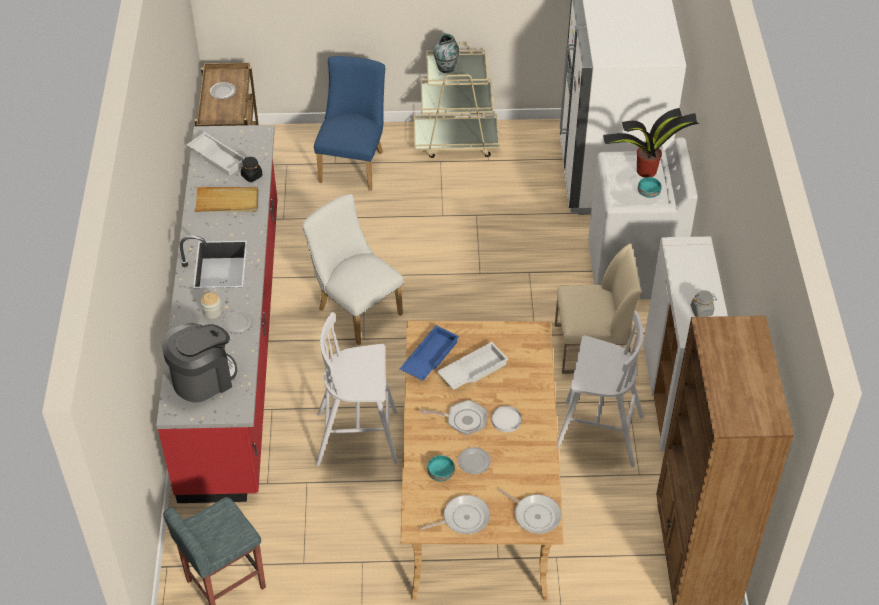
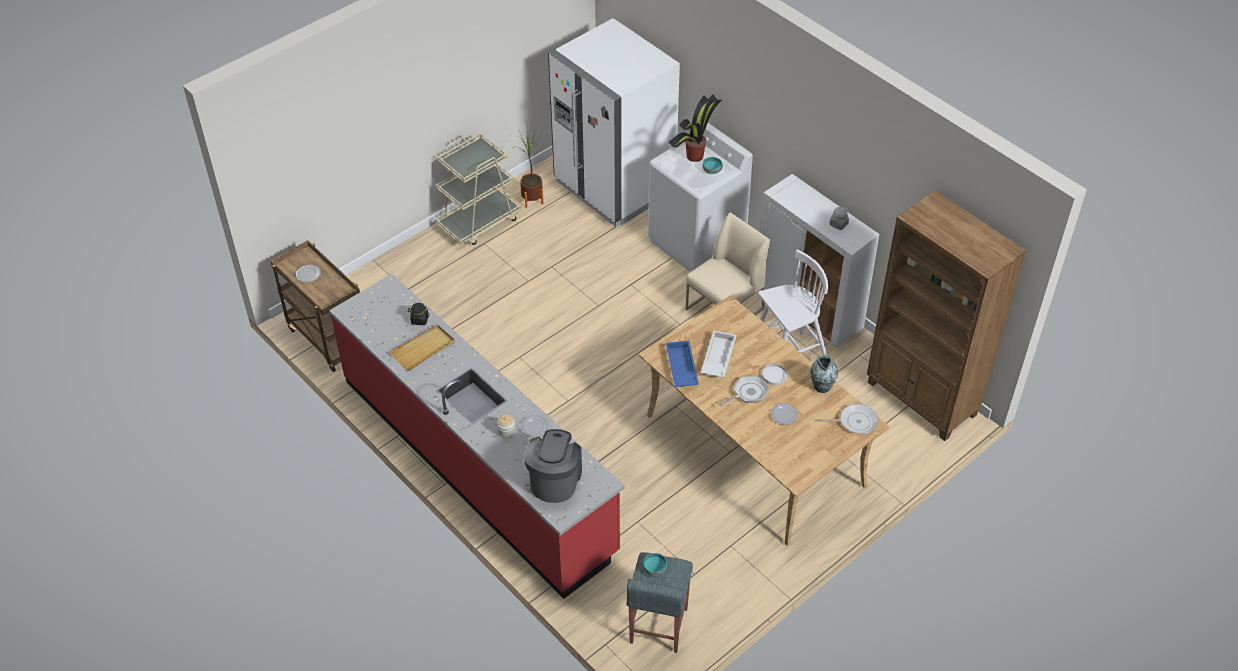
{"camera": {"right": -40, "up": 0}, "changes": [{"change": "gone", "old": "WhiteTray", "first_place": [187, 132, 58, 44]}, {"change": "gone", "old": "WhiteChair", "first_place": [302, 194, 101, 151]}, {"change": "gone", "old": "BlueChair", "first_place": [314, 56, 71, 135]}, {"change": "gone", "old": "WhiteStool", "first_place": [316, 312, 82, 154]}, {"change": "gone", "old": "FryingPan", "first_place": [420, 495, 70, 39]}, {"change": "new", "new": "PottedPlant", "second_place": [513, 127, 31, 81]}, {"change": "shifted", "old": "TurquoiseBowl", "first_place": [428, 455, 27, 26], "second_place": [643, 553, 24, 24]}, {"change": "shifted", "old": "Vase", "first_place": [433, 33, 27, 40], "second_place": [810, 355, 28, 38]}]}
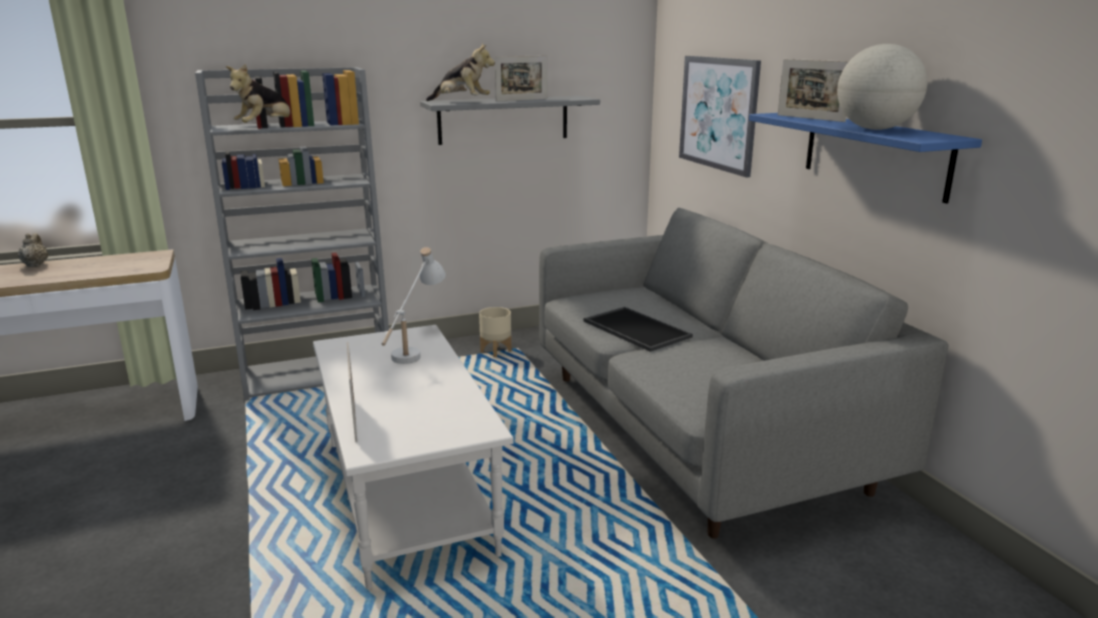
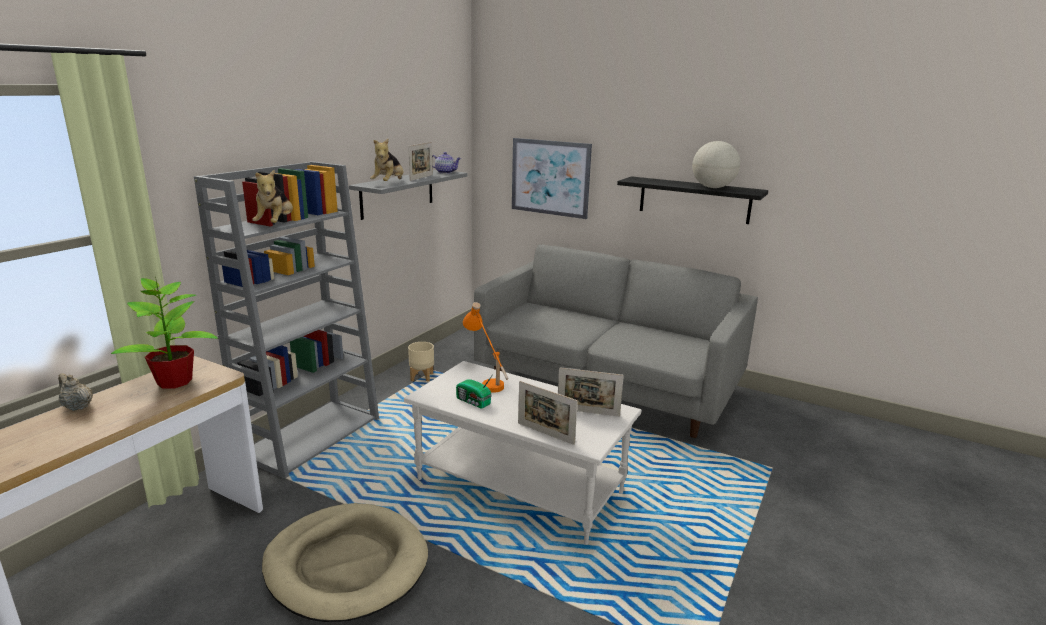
{"camera": {"right": -40, "up": 0}, "changes": [{"change": "gone", "old": "Tray", "first_place": [584, 307, 109, 45]}, {"change": "new", "new": "PottedPlant", "second_place": [111, 276, 107, 113]}, {"change": "new", "new": "BeigeDogBed", "second_place": [262, 503, 166, 119]}, {"change": "new", "new": "Teapot", "second_place": [432, 152, 29, 22]}, {"change": "new", "new": "Radio", "second_place": [456, 373, 38, 36]}, {"change": "shifted", "old": "PictureFrame", "first_place": [778, 59, 71, 63], "second_place": [558, 367, 66, 50]}, {"change": "repainted", "old": "WhiteTableLamp", "new": "OrangeTableLamp", "first_place": [382, 247, 64, 117], "second_place": [463, 302, 46, 91]}, {"change": "repainted", "old": "BlueShelf", "new": "BlackShelf", "first_place": [749, 113, 233, 91], "second_place": [617, 176, 151, 48]}, {"change": "rotated", "old": "PlushToy", "first_place": [426, 43, 69, 58], "second_place": [370, 138, 34, 43], "degrees": 120}]}
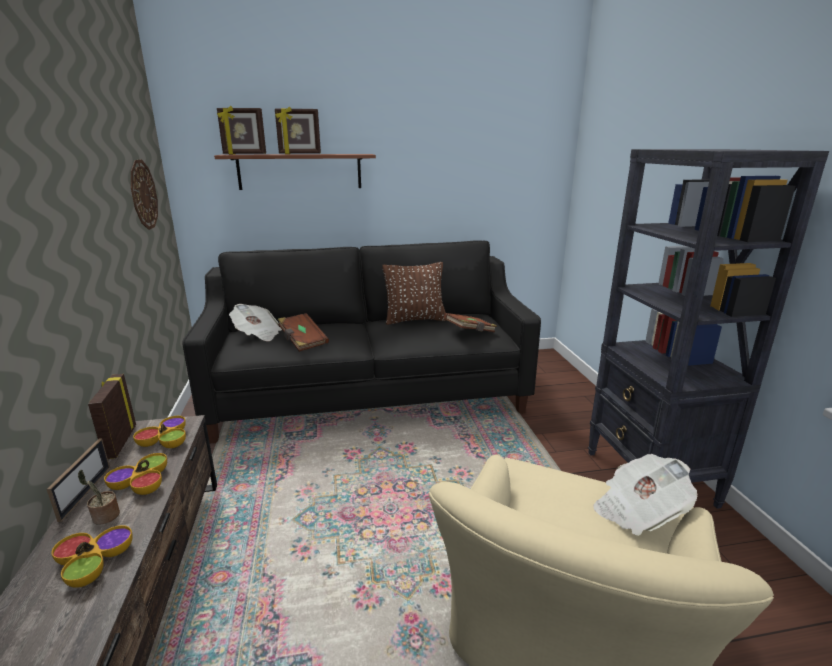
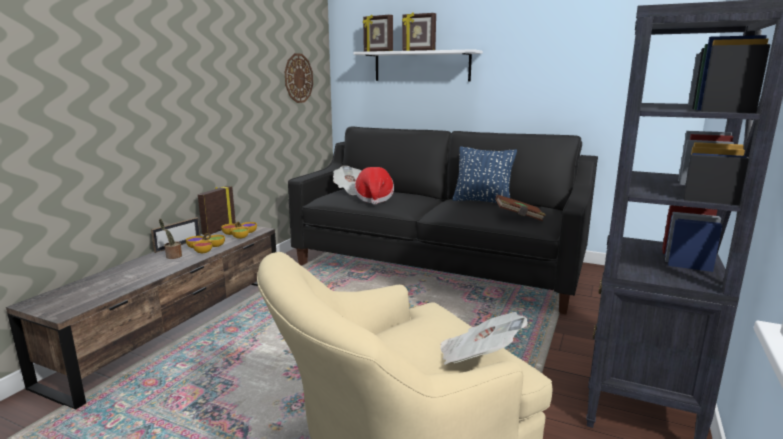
{"camera": {"right": 35, "up": -5}, "changes": [{"change": "gone", "old": "Bowl", "first_place": [51, 525, 82, 62]}, {"change": "swapped", "old": "BrownBook", "new": "Hat", "first_place": [278, 313, 51, 39], "second_place": [354, 167, 40, 38]}, {"change": "repainted", "old": "BrownShelf", "new": "WhiteShelf", "first_place": [214, 154, 162, 36], "second_place": [353, 49, 130, 32]}, {"change": "repainted", "old": "BrownPillow", "new": "BluePillow", "first_place": [382, 262, 64, 63], "second_place": [453, 146, 64, 58]}]}
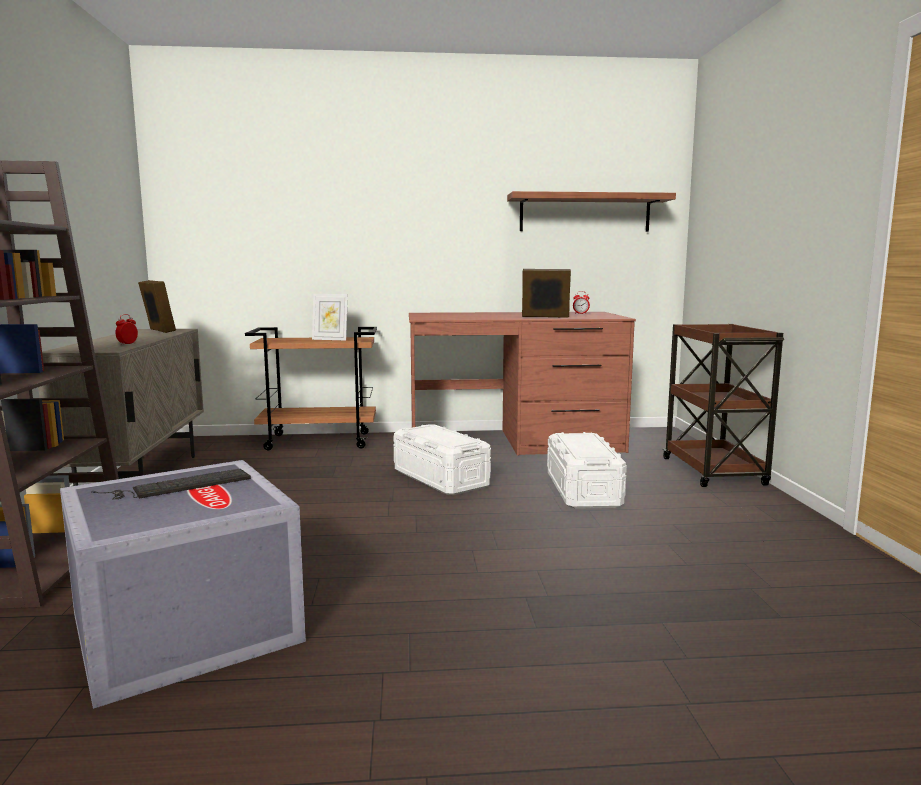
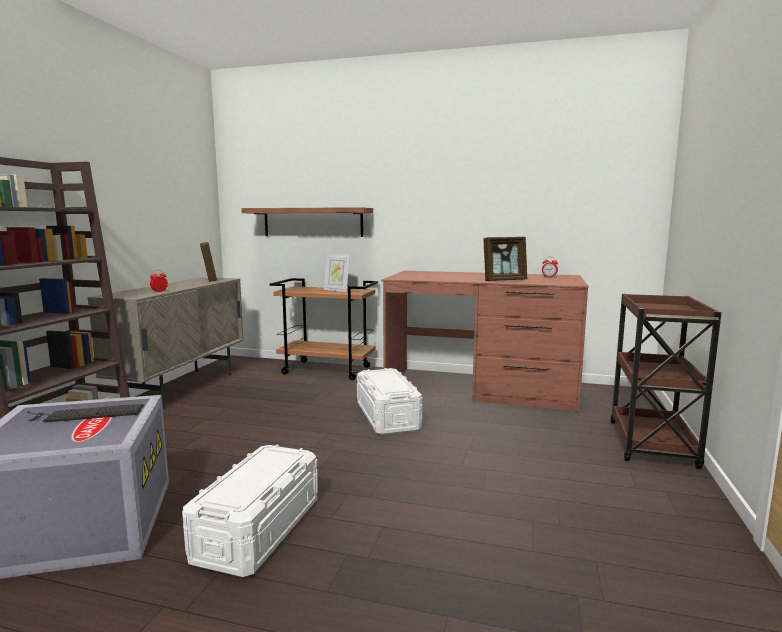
{"camera": {"right": 20, "up": 0}, "changes": [{"change": "shifted", "old": "Shelf", "first_place": [507, 191, 169, 41], "second_place": [241, 207, 132, 30]}, {"change": "shifted", "old": "WhiteStorageBox", "first_place": [547, 432, 80, 77], "second_place": [182, 445, 136, 132]}, {"change": "rotated", "old": "PictureFrame", "first_place": [522, 269, 49, 49], "second_place": [483, 237, 44, 44], "degrees": 135}]}
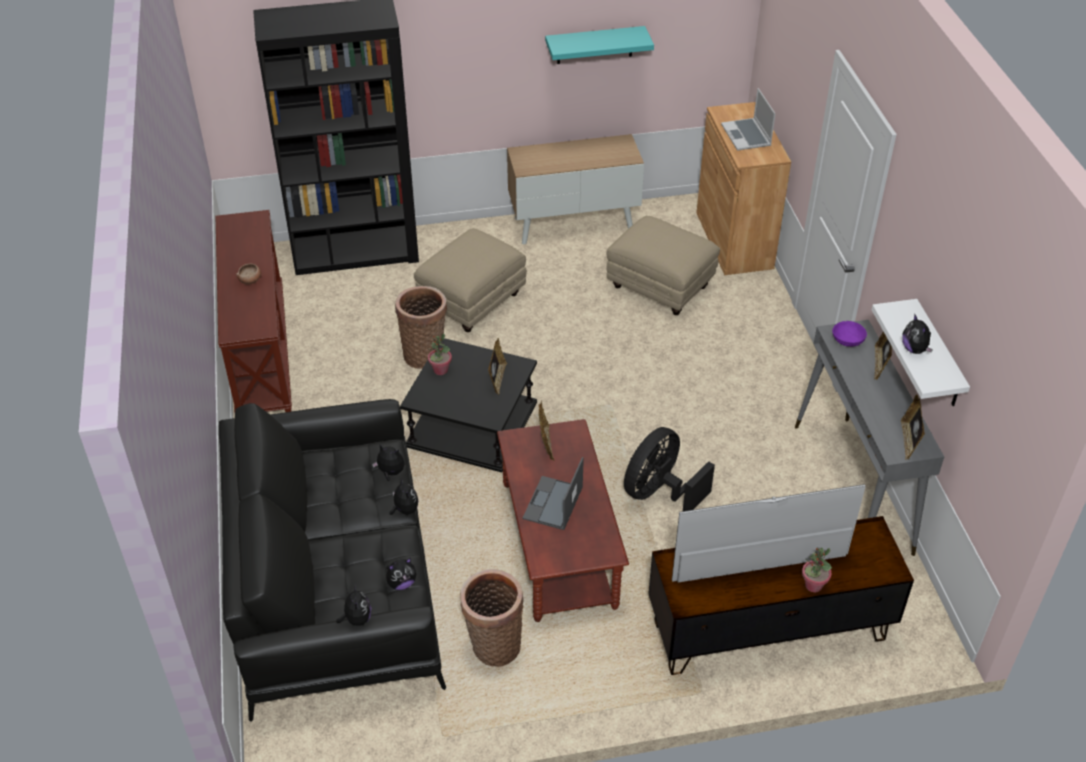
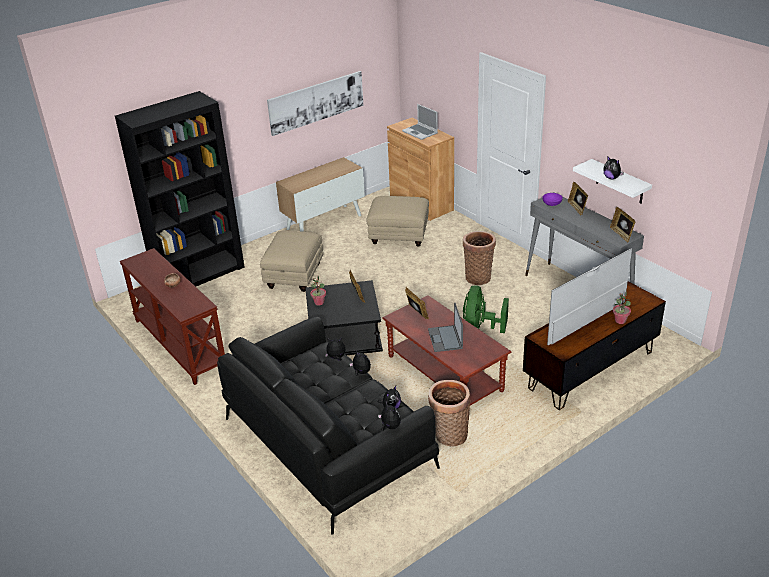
{"camera": {"right": -25, "up": -10}, "changes": [{"change": "shifted", "old": "Basket", "first_place": [395, 286, 52, 83], "second_place": [463, 231, 33, 54]}, {"change": "swapped", "old": "TurquoiseShelf", "new": "Picture", "first_place": [545, 26, 109, 38], "second_place": [267, 71, 96, 65]}, {"change": "repainted", "old": "BlackFan", "new": "GreenFan", "first_place": [624, 427, 91, 84], "second_place": [463, 286, 46, 47]}]}
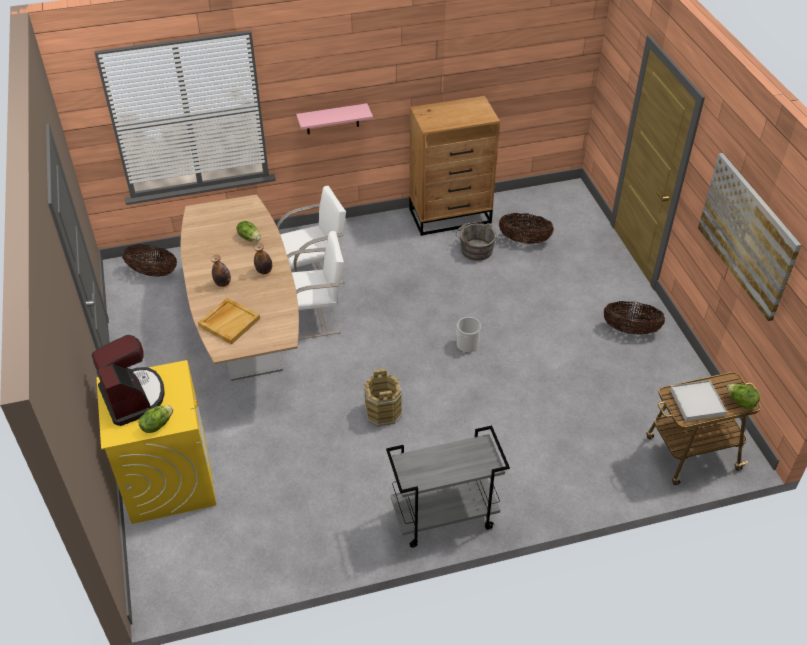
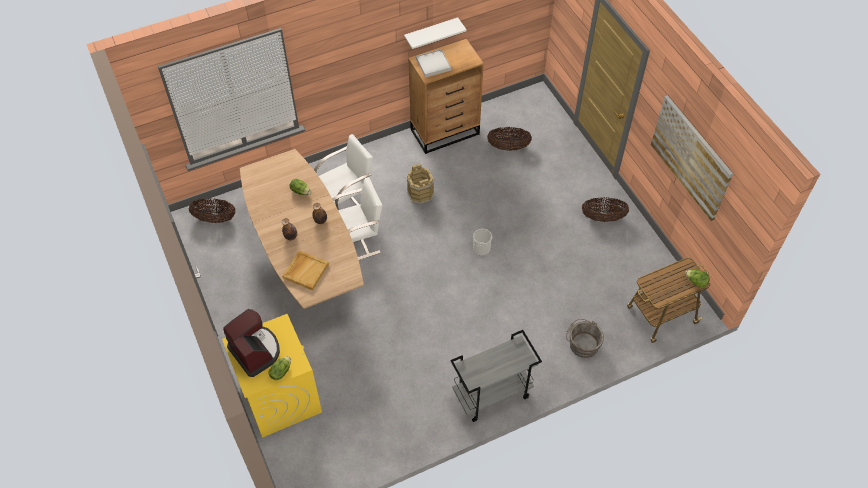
{"camera": {"right": -10, "up": 10}, "changes": [{"change": "gone", "old": "PinkShelf", "first_place": [296, 103, 77, 31]}, {"change": "new", "new": "WhiteShelf", "second_place": [404, 17, 63, 32]}, {"change": "shifted", "old": "BrownBucket", "first_place": [364, 368, 39, 59], "second_place": [406, 164, 28, 41]}, {"change": "shifted", "old": "GreyBucket", "first_place": [456, 221, 40, 40], "second_place": [566, 319, 38, 39]}, {"change": "shifted", "old": "WhiteTray", "first_place": [670, 380, 57, 41], "second_place": [416, 49, 35, 28]}]}
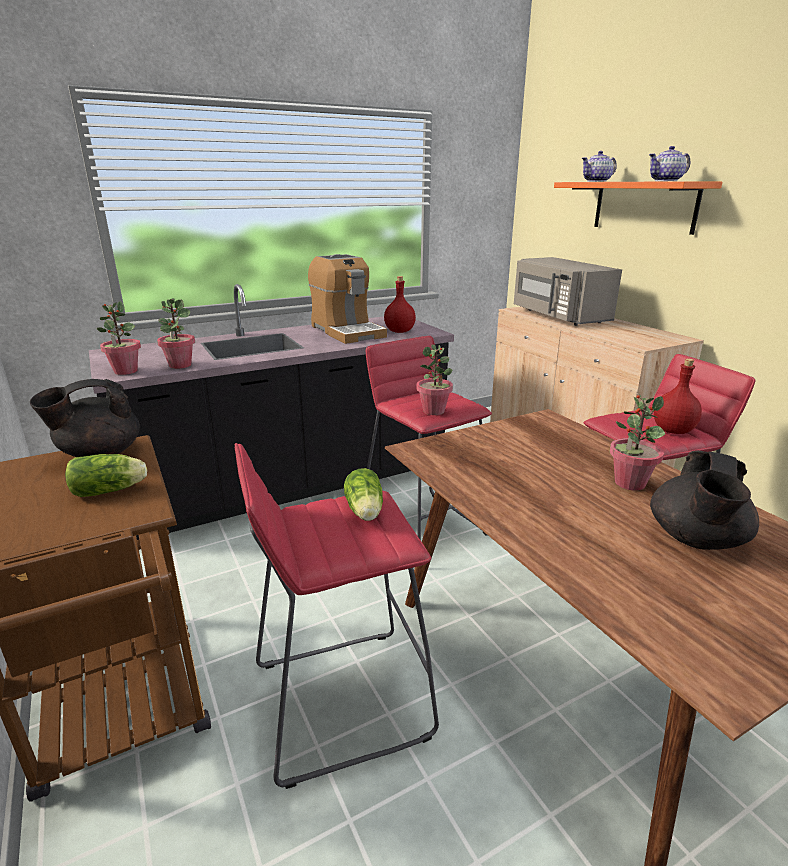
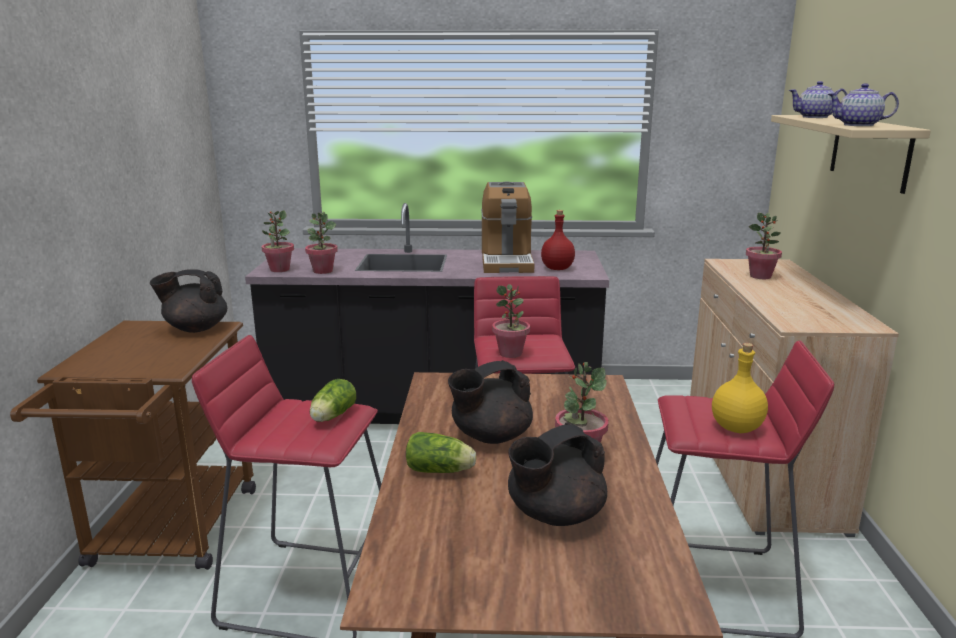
{"camera": {"right": 30, "up": -5}, "changes": [{"change": "new", "new": "BlackTeapot", "second_place": [448, 360, 85, 84]}, {"change": "shifted", "old": "Lettuce", "first_place": [65, 454, 82, 43], "second_place": [406, 432, 70, 41]}, {"change": "swapped", "old": "GreyMicrowave", "new": "PottedPlant", "first_place": [514, 257, 108, 69], "second_place": [746, 213, 36, 66]}, {"change": "repainted", "old": "OrangeShelf", "new": "BeigeShelf", "first_place": [554, 181, 168, 54], "second_place": [771, 115, 160, 79]}, {"change": "repainted", "old": "RedBottle", "new": "YellowBottle", "first_place": [654, 359, 48, 75], "second_place": [712, 343, 56, 90]}]}
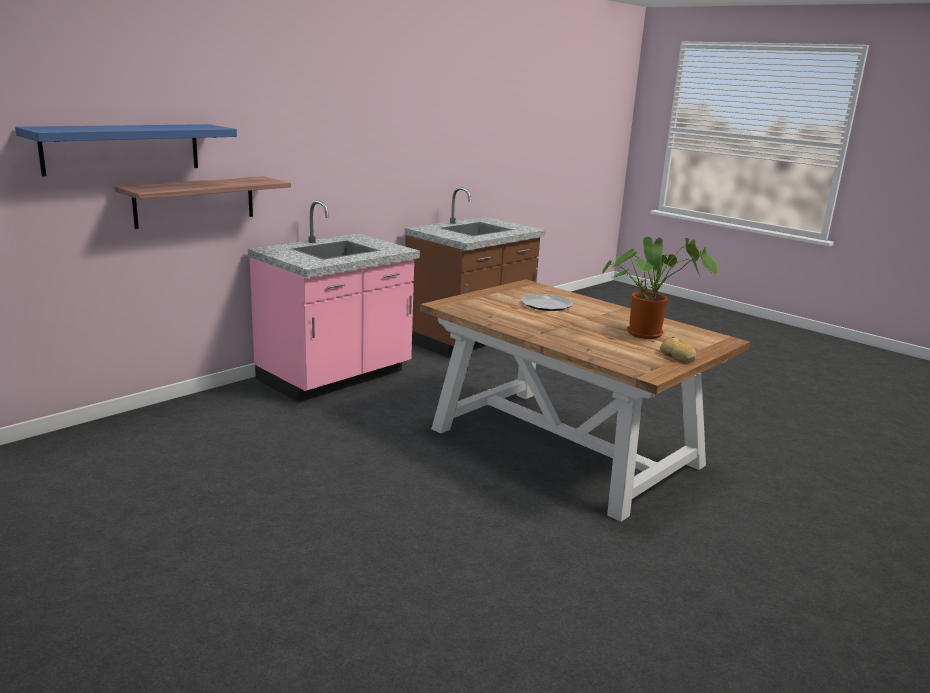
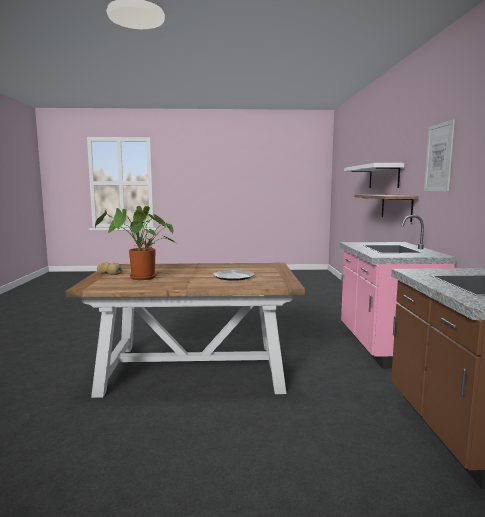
{"camera": {"right": 135, "up": -10}, "changes": [{"change": "new", "new": "Picture", "second_place": [424, 119, 31, 72]}, {"change": "repainted", "old": "BlueShelf", "new": "WhiteShelf", "first_place": [15, 124, 222, 52], "second_place": [344, 163, 60, 25]}]}
